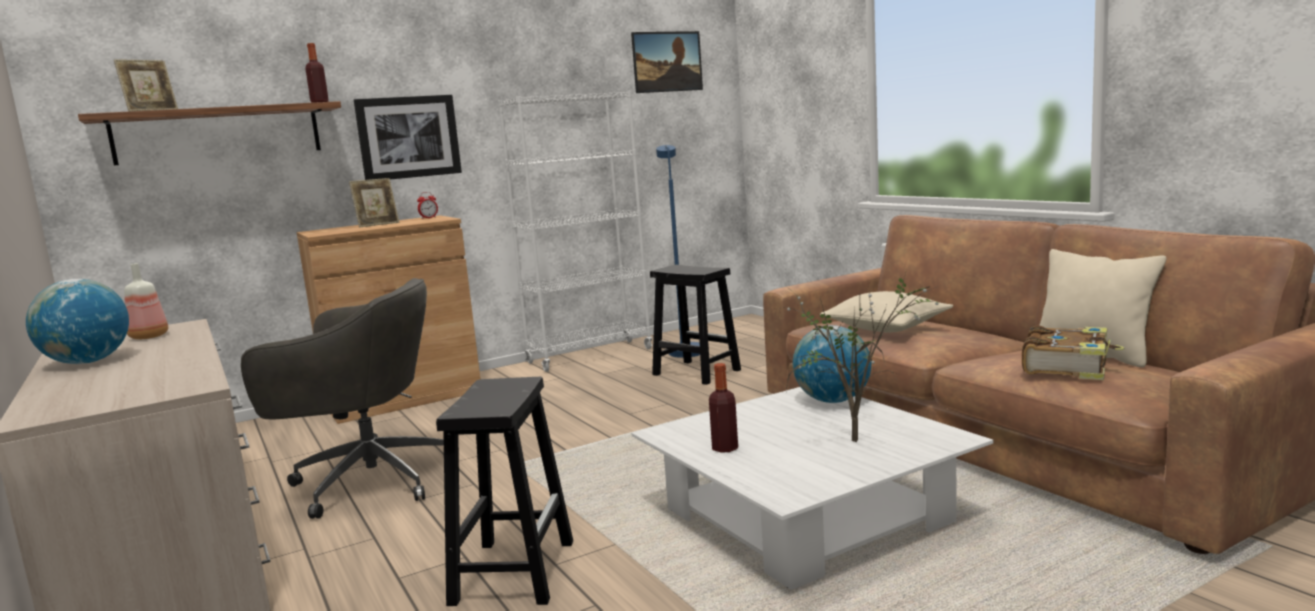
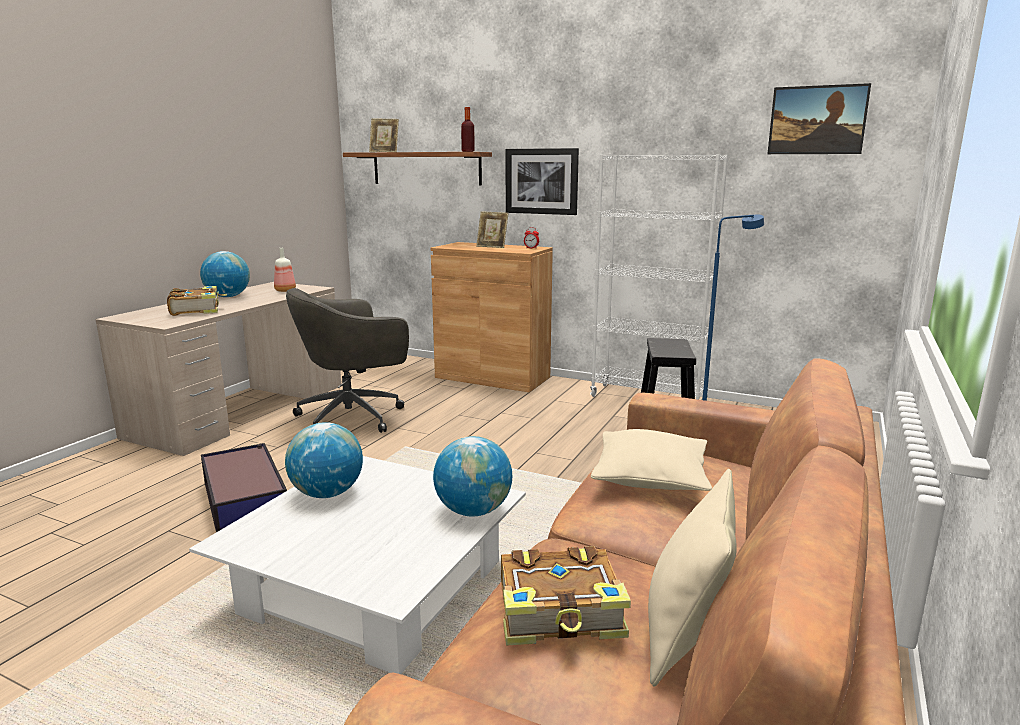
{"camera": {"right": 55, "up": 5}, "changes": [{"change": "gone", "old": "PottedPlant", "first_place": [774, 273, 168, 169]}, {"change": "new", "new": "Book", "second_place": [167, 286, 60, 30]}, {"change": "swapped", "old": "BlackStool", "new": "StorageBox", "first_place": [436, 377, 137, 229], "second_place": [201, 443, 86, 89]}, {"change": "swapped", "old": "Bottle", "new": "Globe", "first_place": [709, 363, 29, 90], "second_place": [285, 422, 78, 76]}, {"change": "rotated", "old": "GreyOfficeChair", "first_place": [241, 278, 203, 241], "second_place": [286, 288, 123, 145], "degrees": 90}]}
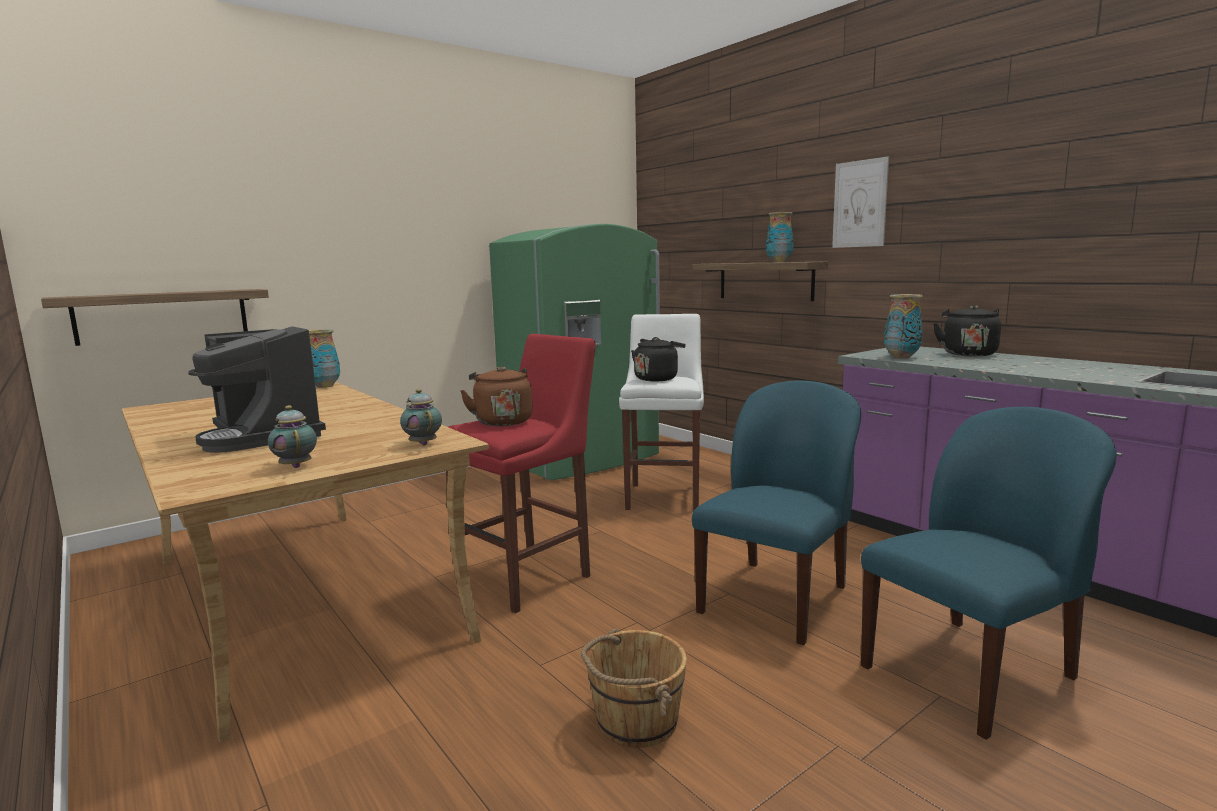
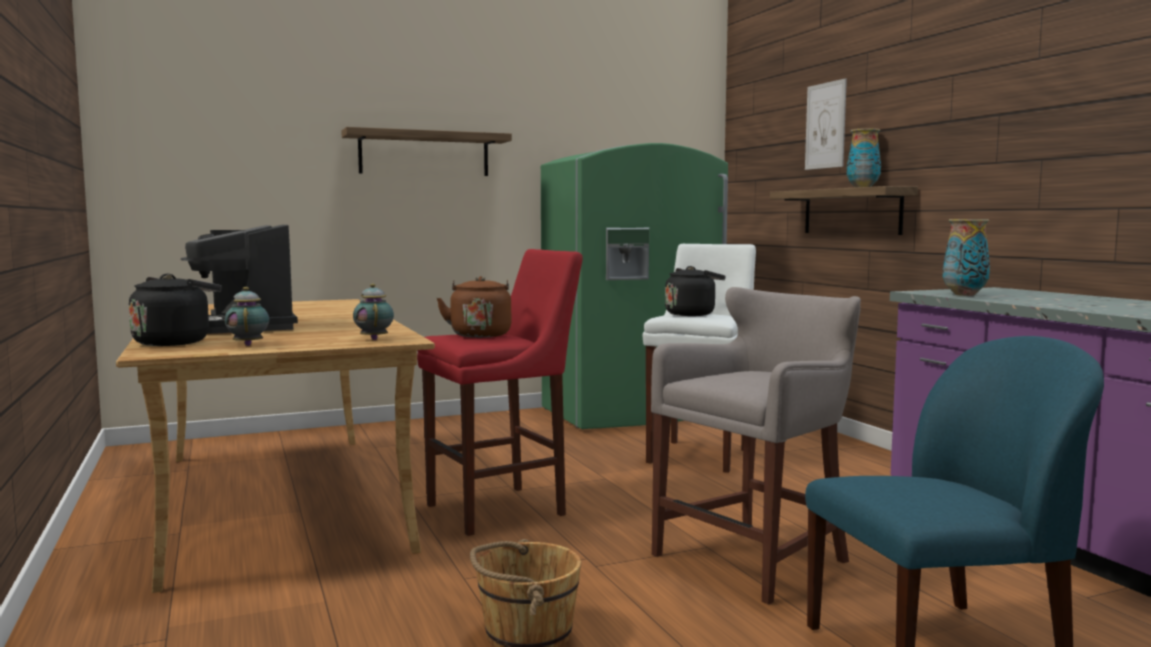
{"camera": {"right": 15, "up": -5}, "changes": [{"change": "gone", "old": "Vase", "first_place": [309, 329, 31, 59]}, {"change": "shifted", "old": "Shelf", "first_place": [41, 289, 228, 57], "second_place": [342, 127, 170, 49]}, {"change": "shifted", "old": "Picture", "first_place": [832, 156, 57, 92], "second_place": [805, 78, 42, 92]}, {"change": "shifted", "old": "BlackKettle", "first_place": [933, 305, 68, 51], "second_place": [129, 274, 93, 72]}, {"change": "swapped", "old": "BlueChair", "new": "GreyStool", "first_place": [692, 380, 169, 265], "second_place": [651, 287, 210, 318]}]}
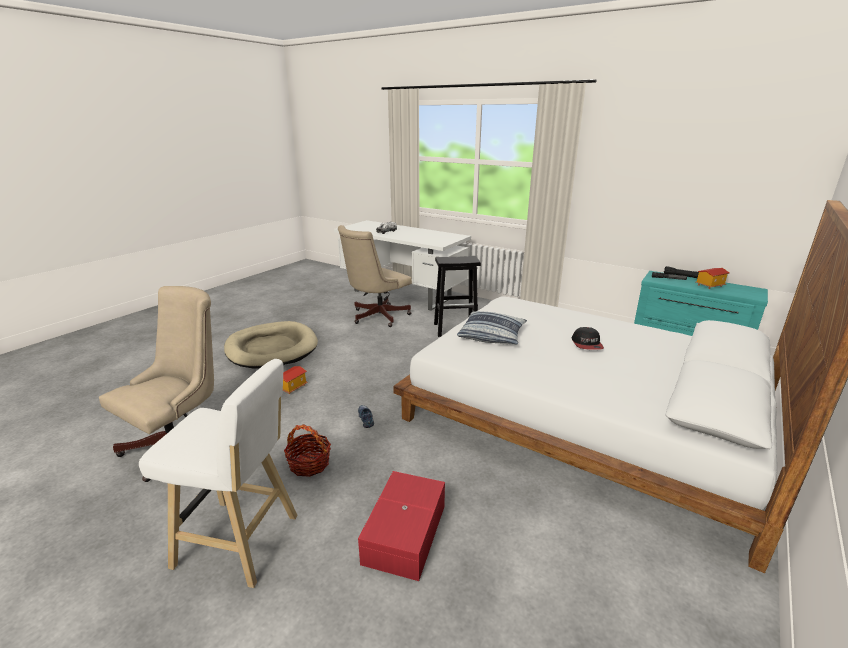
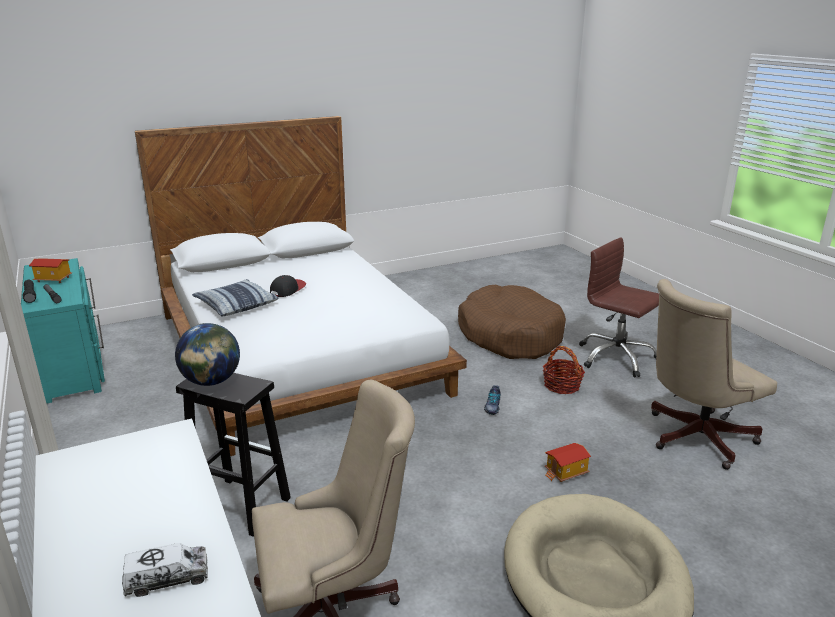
{"camera": {"right": -150, "up": 0}, "changes": [{"change": "new", "new": "Globe", "second_place": [175, 323, 65, 63]}, {"change": "shifted", "old": "Pillow", "first_place": [457, 311, 70, 33], "second_place": [192, 279, 87, 37]}, {"change": "swapped", "old": "WhiteStool", "new": "BrownOfficeChair", "first_place": [139, 359, 159, 229], "second_place": [579, 237, 80, 140]}, {"change": "swapped", "old": "RedStorageBox", "new": "BrownDogBed", "first_place": [358, 471, 87, 110], "second_place": [458, 285, 108, 74]}]}
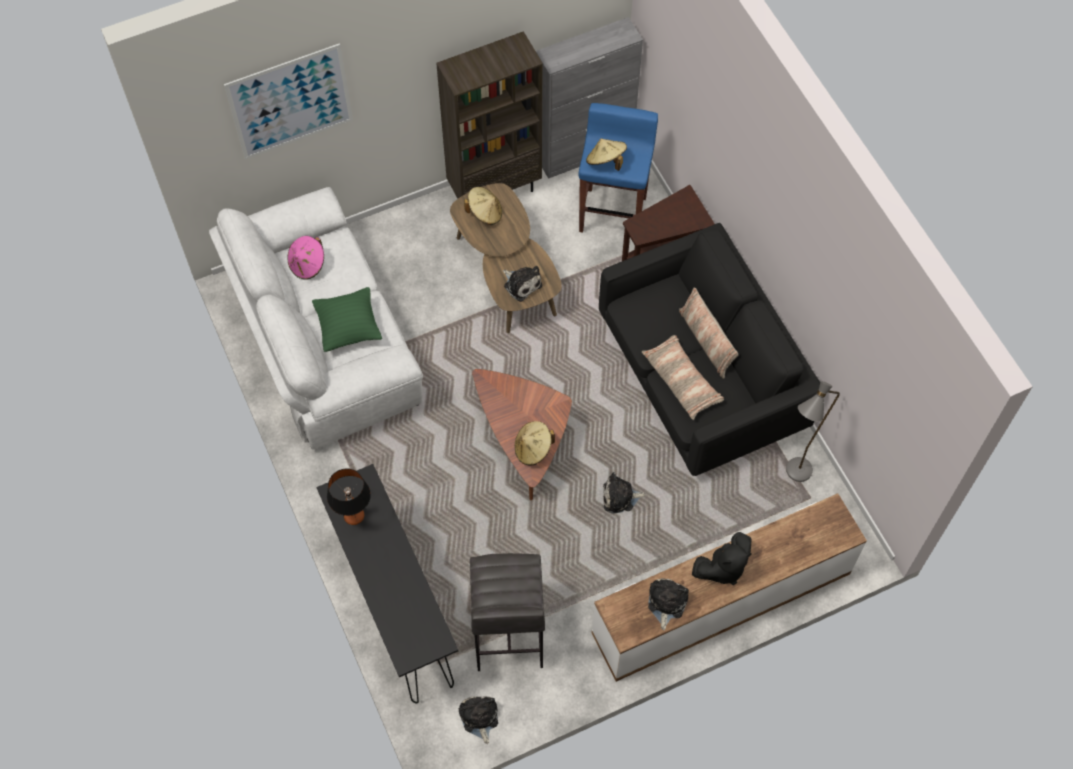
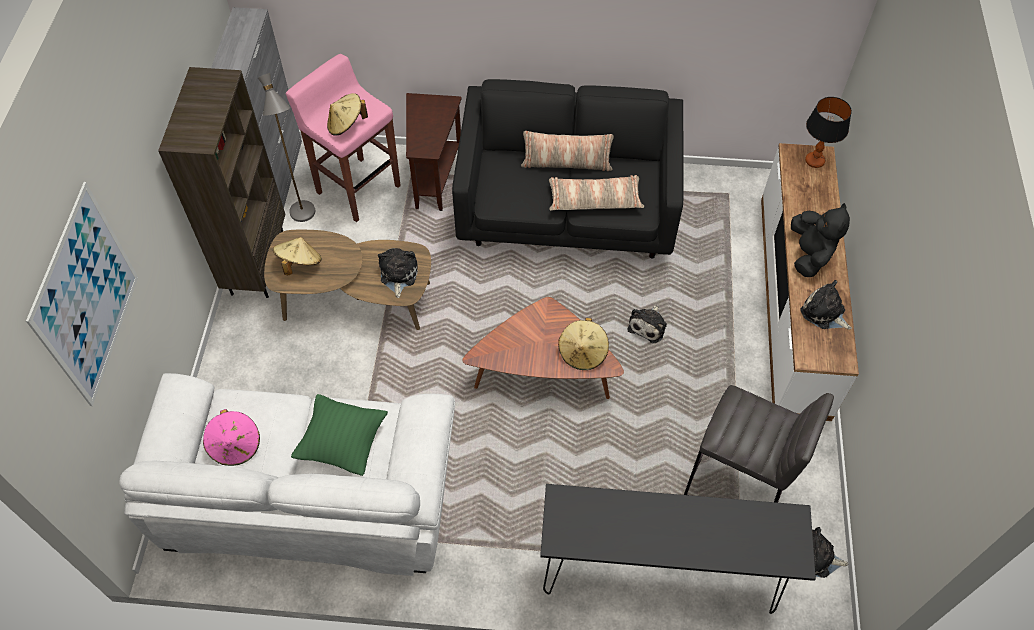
{"camera": {"right": -60, "up": -5}, "changes": [{"change": "shifted", "old": "TableLamp", "first_place": [327, 468, 44, 57], "second_place": [805, 97, 47, 71]}, {"change": "shifted", "old": "GreyFloorLamp", "first_place": [786, 381, 54, 101], "second_place": [258, 73, 57, 149]}, {"change": "repainted", "old": "BlueStool", "new": "PinkStool", "first_place": [578, 103, 80, 130], "second_place": [286, 54, 115, 168]}, {"change": "rotated", "old": "PlushToy", "first_place": [503, 266, 39, 36], "second_place": [378, 248, 40, 50], "degrees": -75}]}
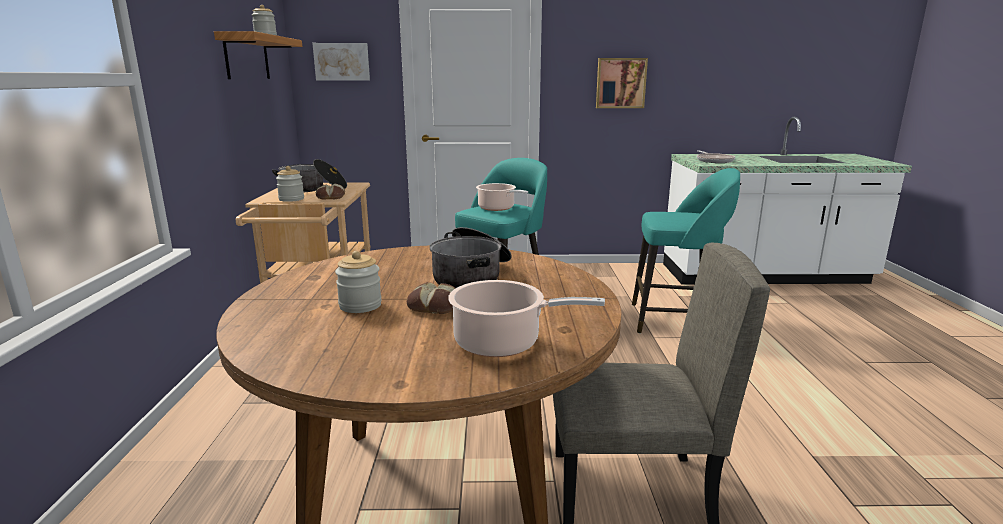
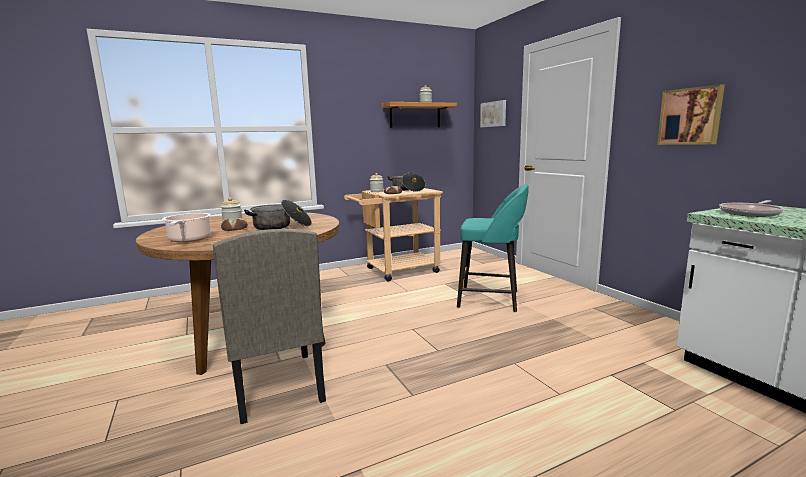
{"camera": {"right": 65, "up": -5}, "changes": [{"change": "gone", "old": "CookingPot", "first_place": [476, 183, 52, 28]}, {"change": "gone", "old": "TurquoiseStool", "first_place": [632, 168, 108, 165]}]}
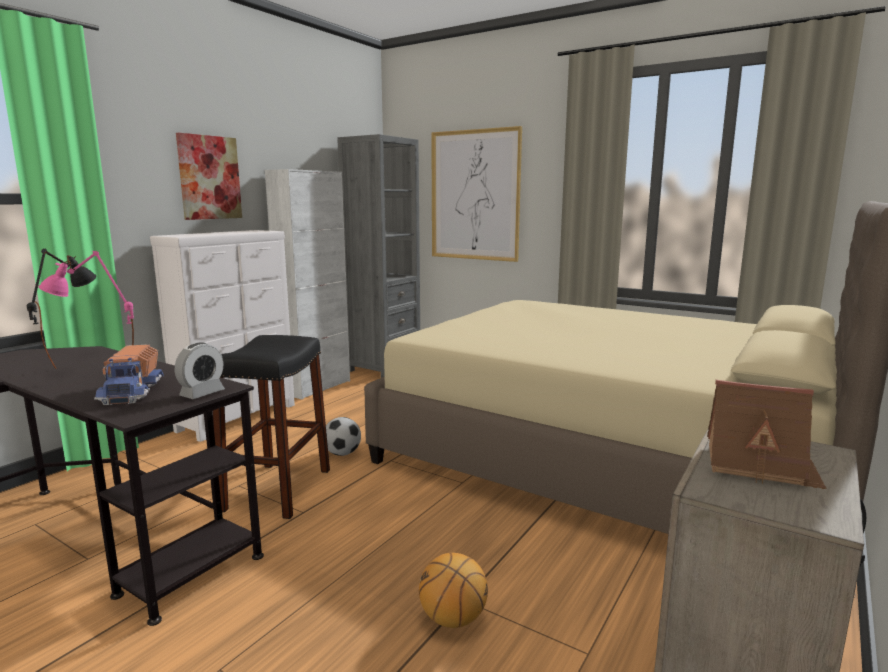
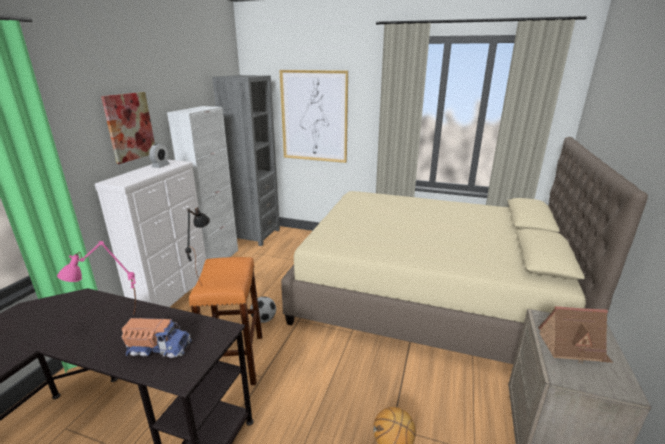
{"camera": {"right": -15, "up": 10}, "changes": [{"change": "shifted", "old": "BlackTableLamp", "first_place": [27, 248, 69, 121], "second_place": [185, 207, 25, 78]}, {"change": "shifted", "old": "AlarmClock", "first_place": [175, 342, 50, 57], "second_place": [149, 144, 21, 24]}, {"change": "repainted", "old": "BlackStool", "new": "OrangeStool", "first_place": [212, 335, 118, 184], "second_place": [189, 257, 73, 128]}, {"change": "rotated", "old": "ToyTruck", "first_place": [94, 345, 70, 60], "second_place": [121, 318, 71, 40], "degrees": -60}]}
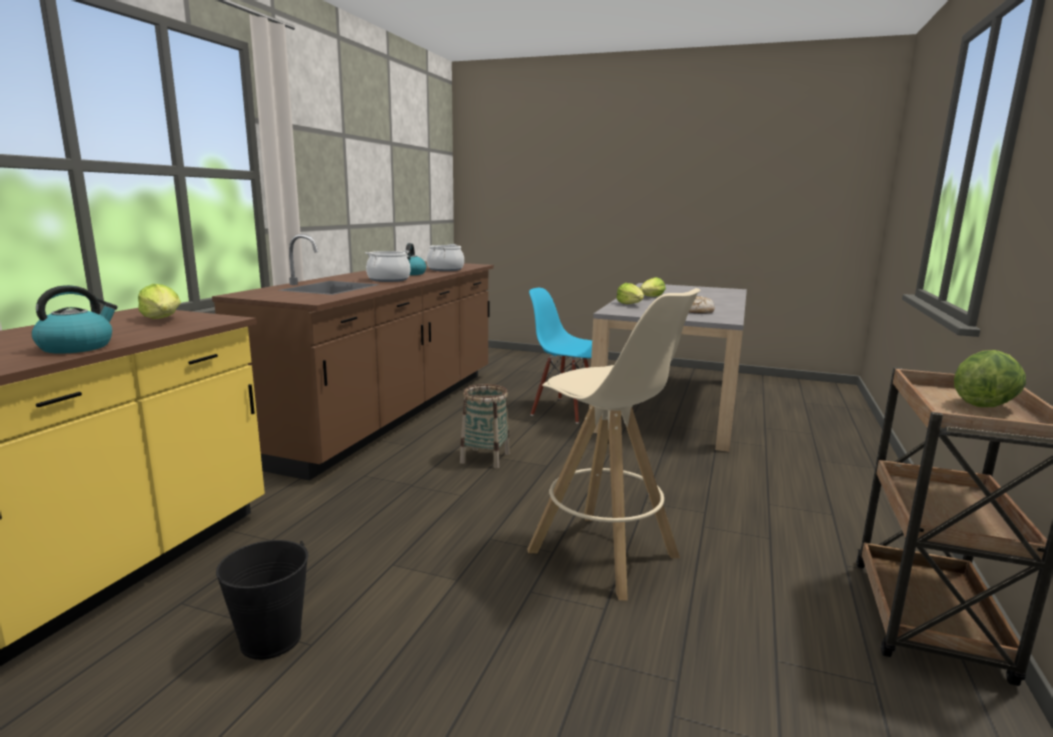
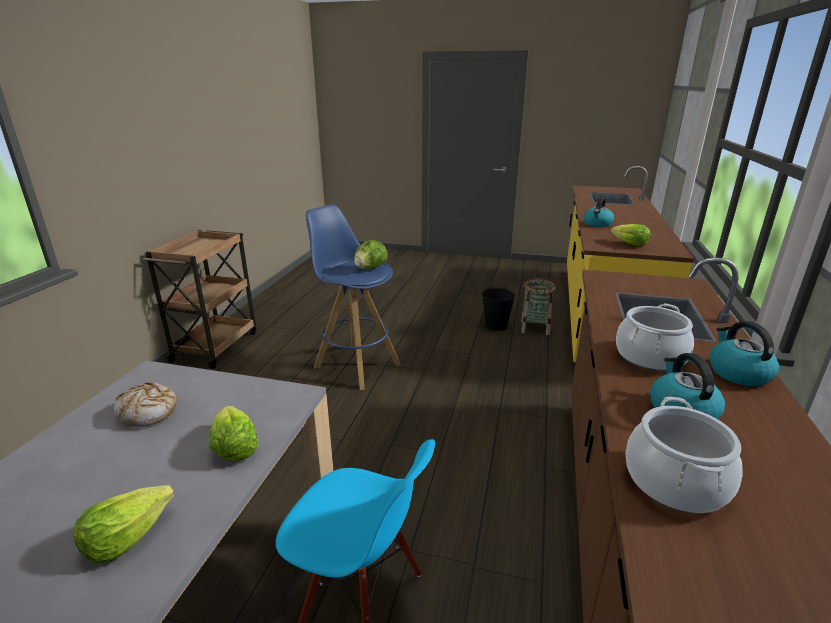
{"camera": {"right": 175, "up": 10}, "changes": [{"change": "new", "new": "Kettle", "second_place": [710, 321, 69, 65]}, {"change": "shifted", "old": "Basket", "first_place": [460, 384, 50, 84], "second_place": [521, 278, 35, 57]}, {"change": "shifted", "old": "Lettuce", "first_place": [954, 350, 72, 57], "second_place": [354, 240, 34, 29]}, {"change": "repainted", "old": "BeigeStool", "new": "BlueStool", "first_place": [527, 288, 173, 312], "second_place": [306, 204, 95, 186]}]}
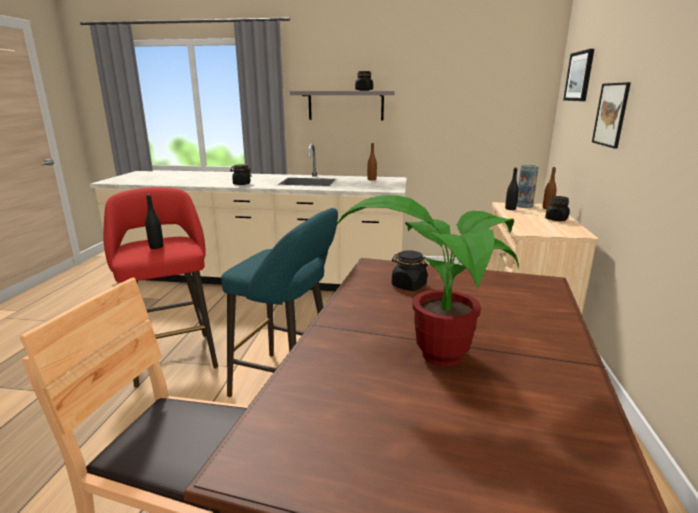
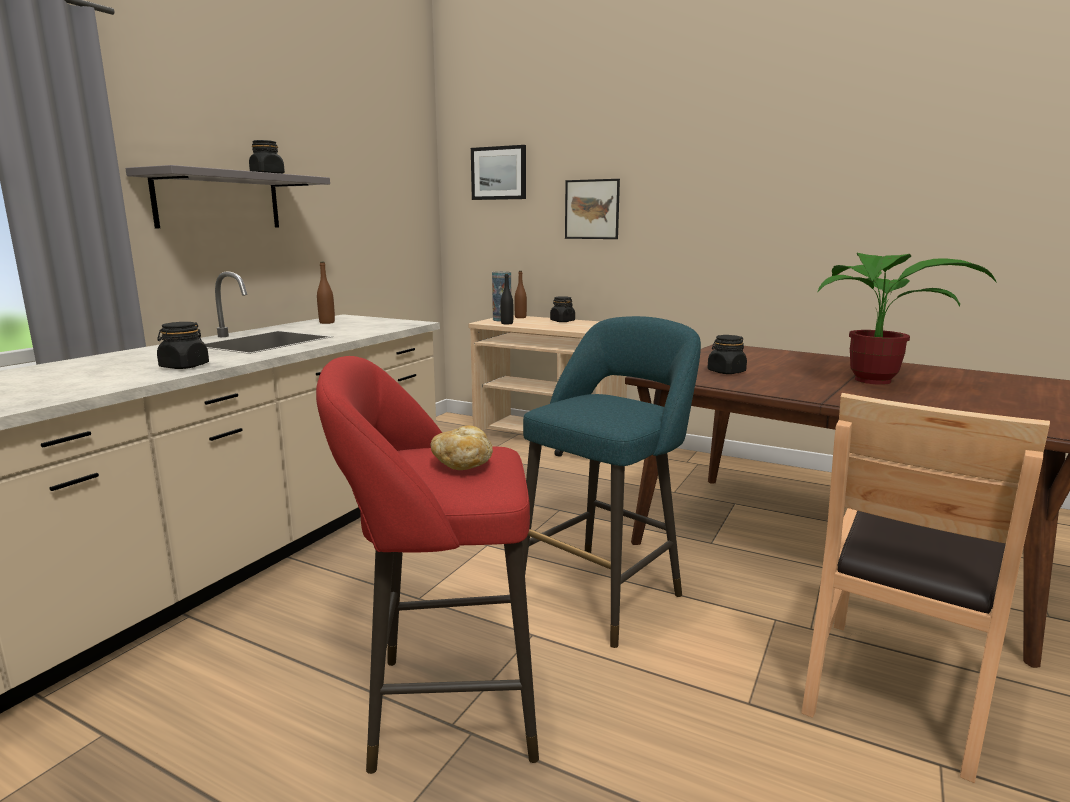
{"camera": {"right": -70, "up": -5}, "changes": [{"change": "swapped", "old": "BlackBottle", "new": "Bread", "first_place": [145, 194, 18, 55], "second_place": [431, 425, 62, 45]}]}
